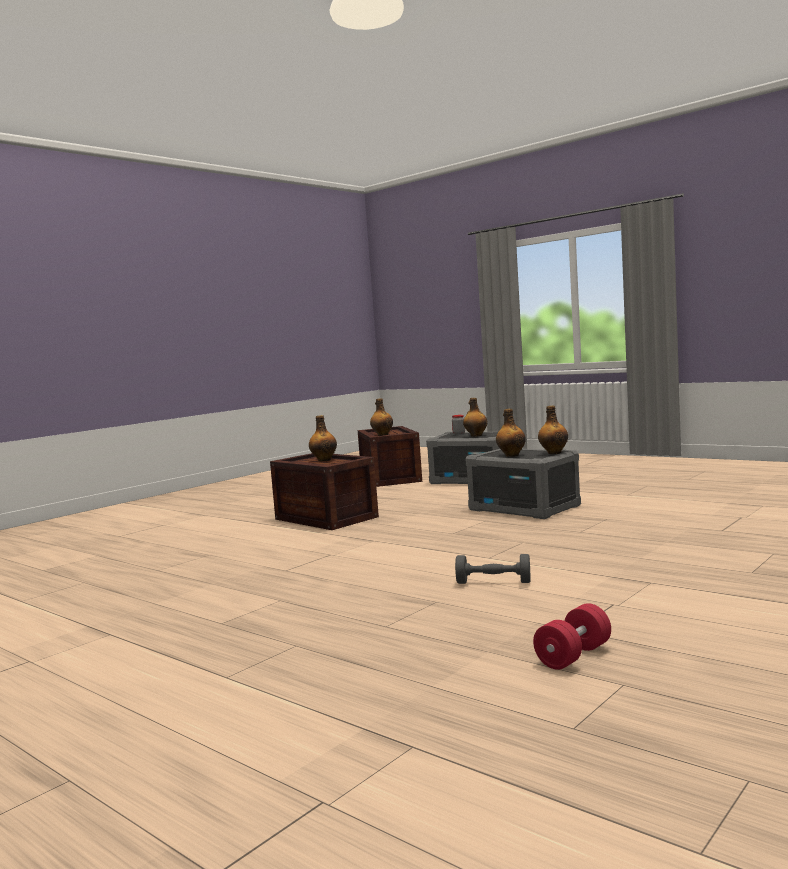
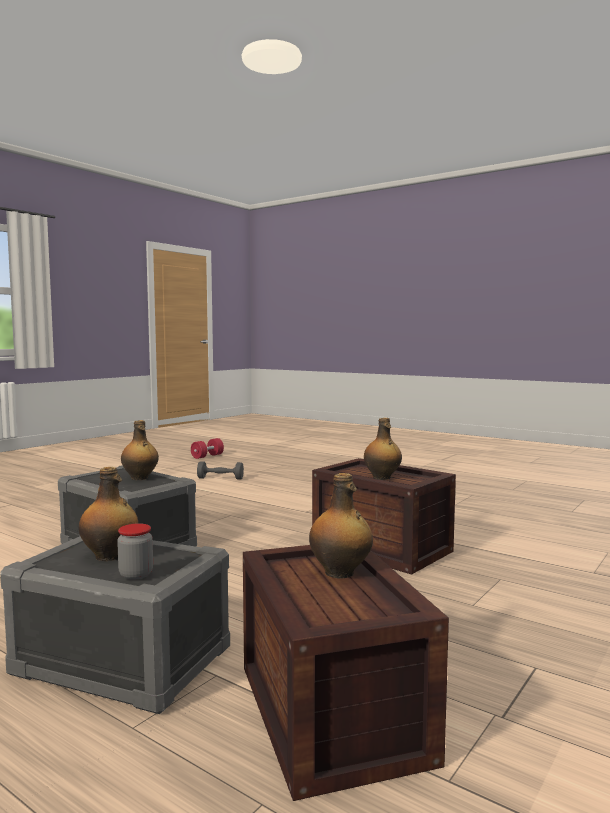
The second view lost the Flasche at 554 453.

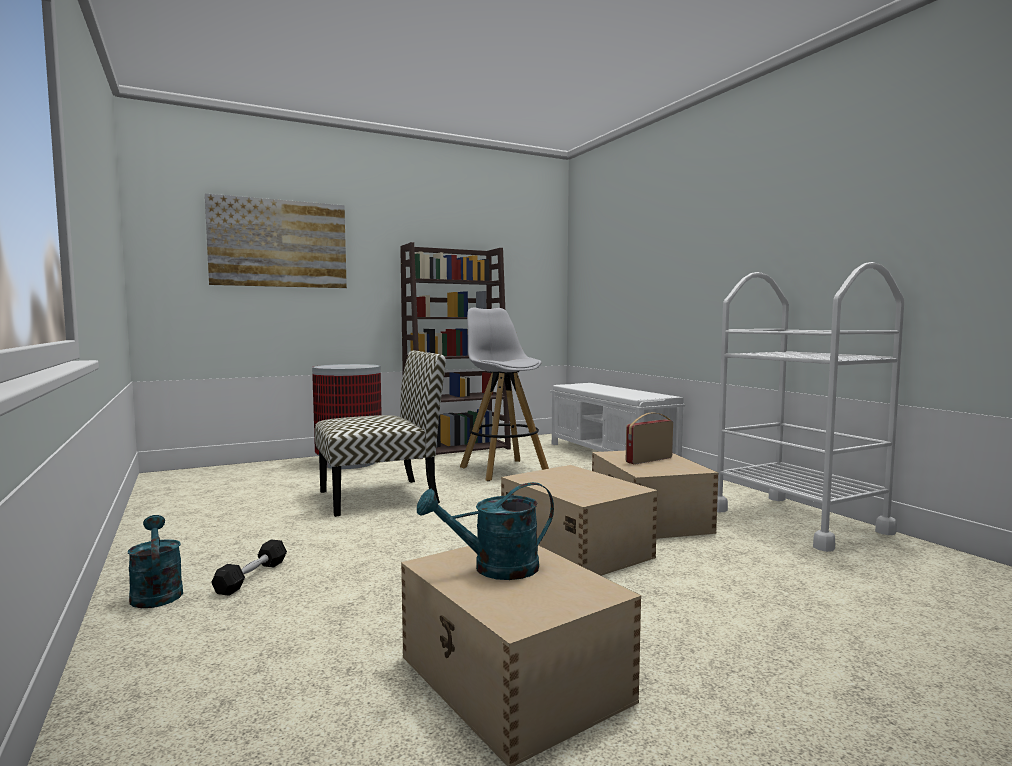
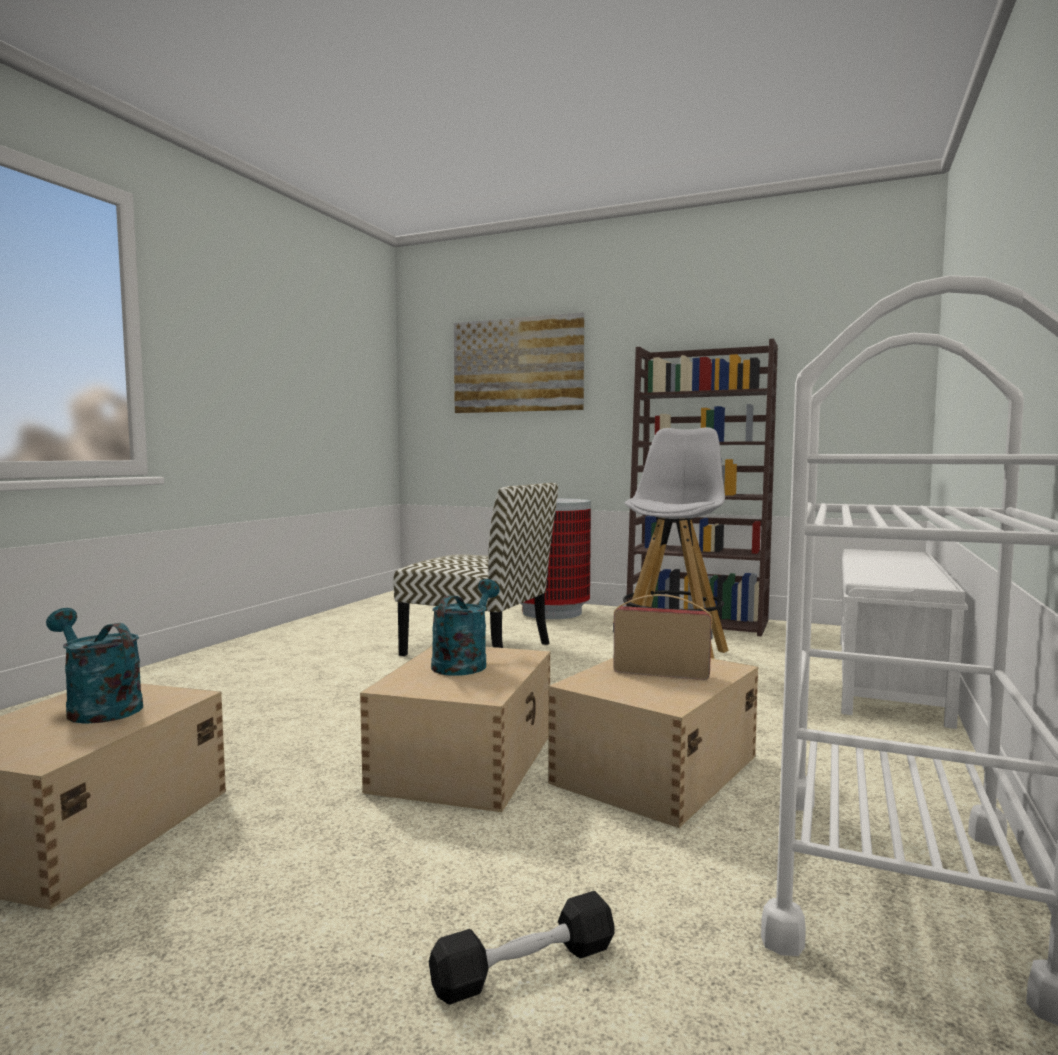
The Gießkanne/türkis ended up elsewhere, having gone from 156 592 to 464 663.
The Hantel/schwarz ended up elsewhere, having gone from 251 577 to 525 967.

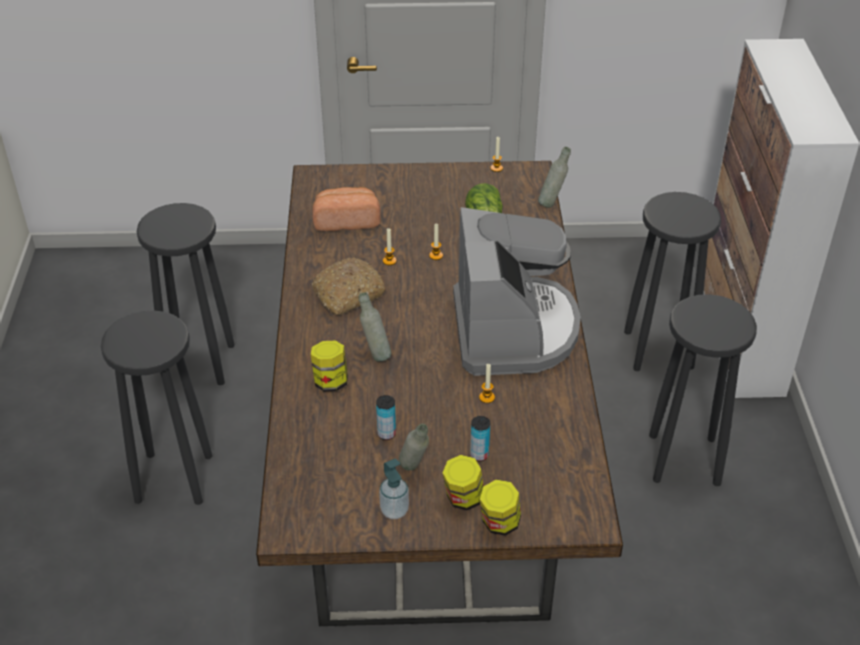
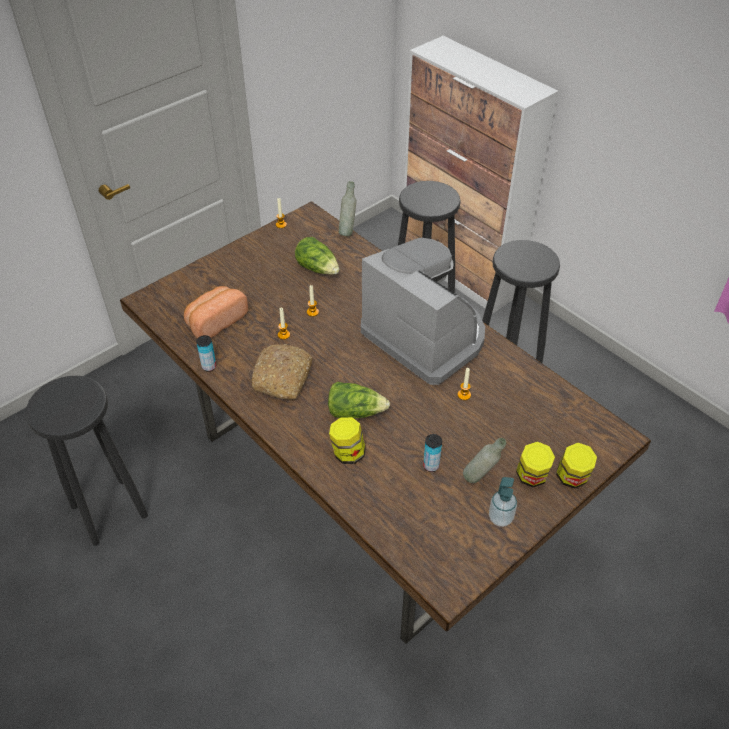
The second view lost the Hocker/schwarz at 174 477.
The Dose ended up elsewhere, having gone from 479 455 to 209 366.
Where the Flasche/grau stood at 375 354, the Salatkopf came to stand at 355 412.

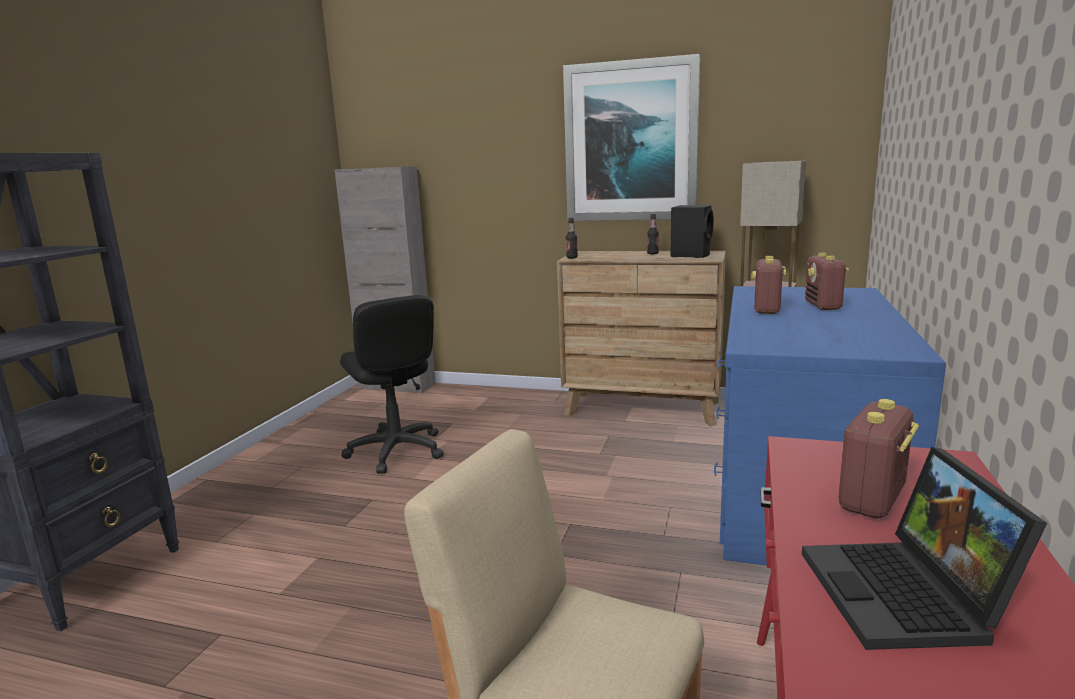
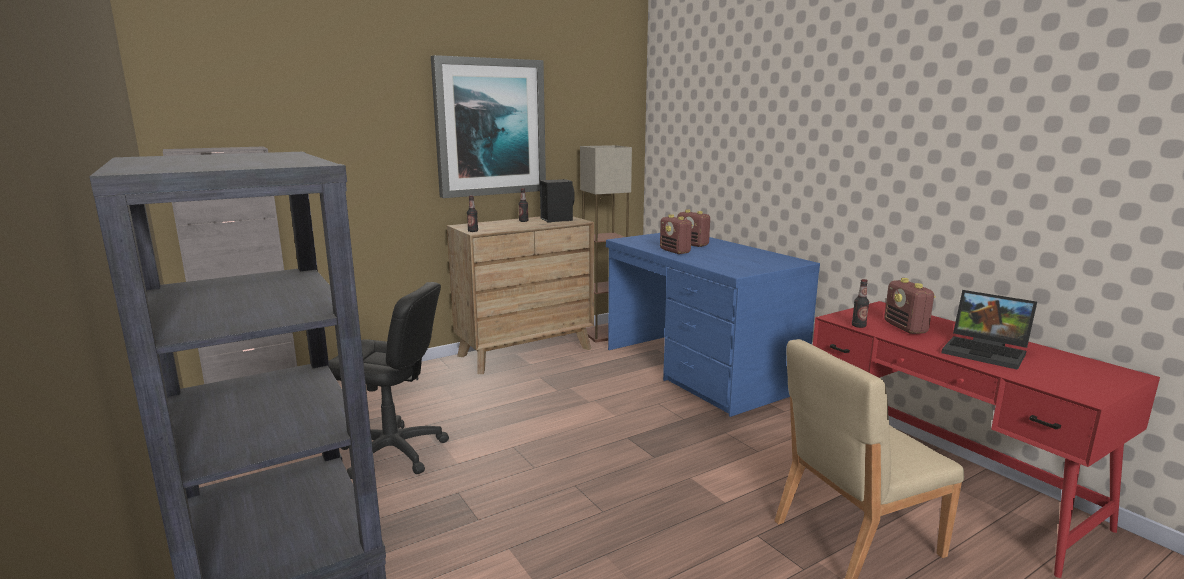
The second view gained the Flasche at 858 326.

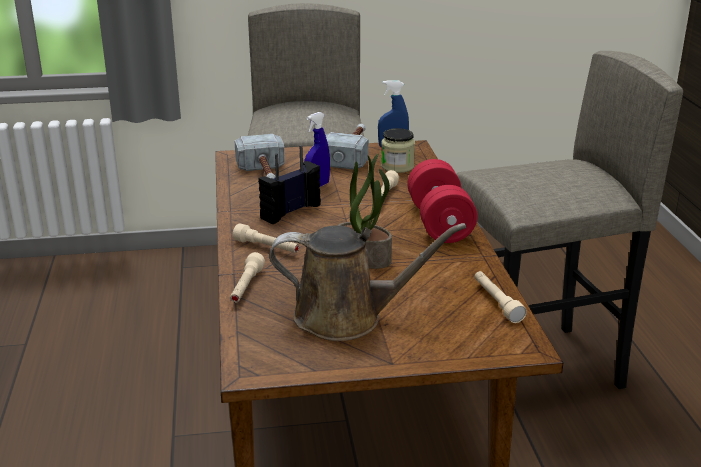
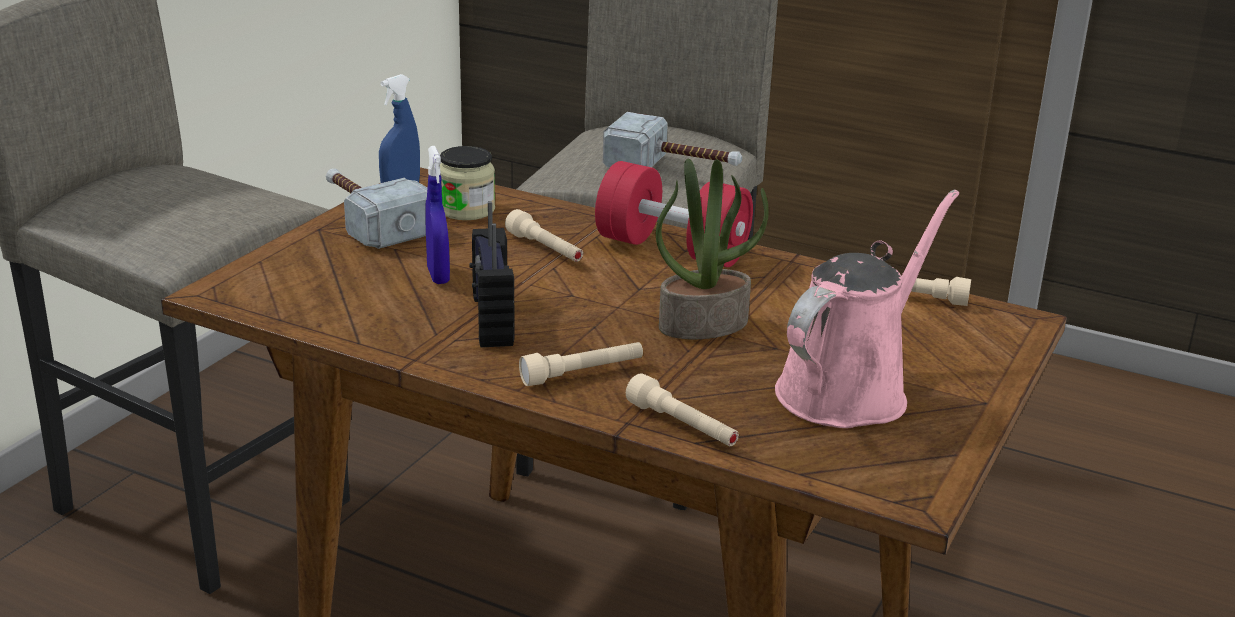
The Hammer ended up elsewhere, having gone from 264 175 to 673 168.
What was the Gießkanne/braun at 347 317 turned into the Gießkanne/rosa at 849 390.

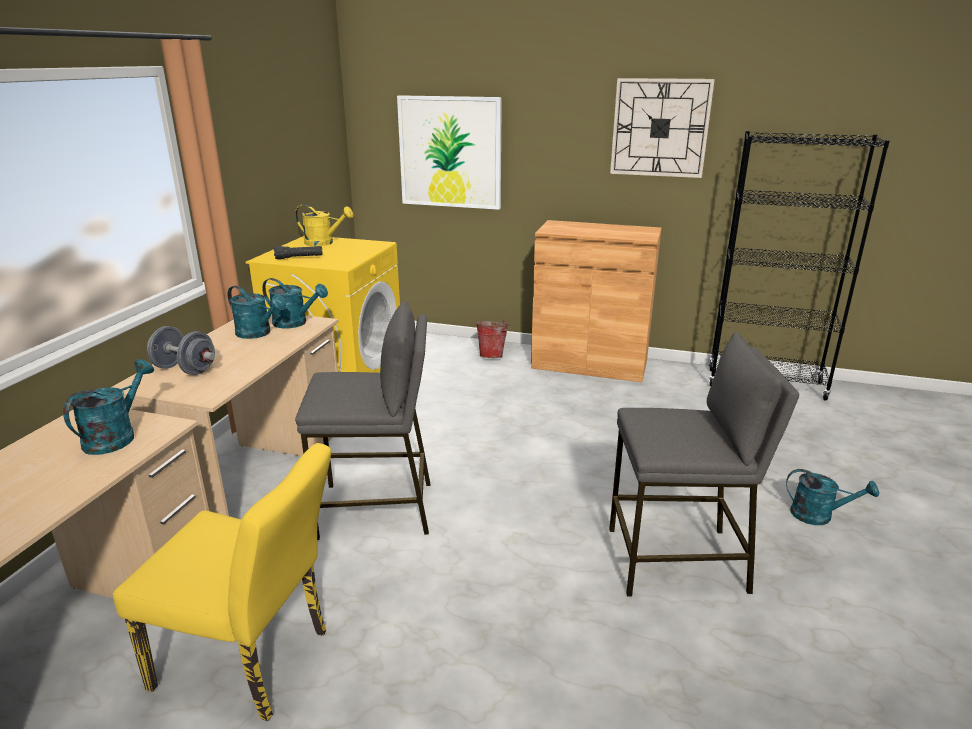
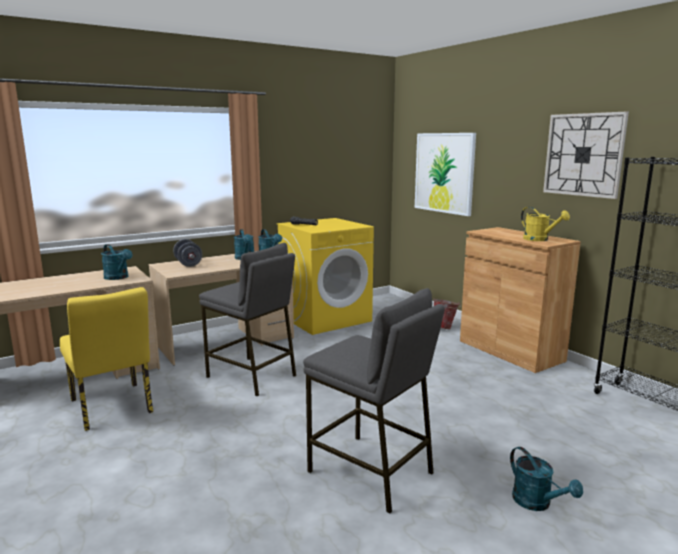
The Gießkanne/gelb ended up elsewhere, having gone from 324 243 to 539 240.
The Gießkanne/türkis at 116 436 ended up facing another way, 75 degrees clockwise from before.

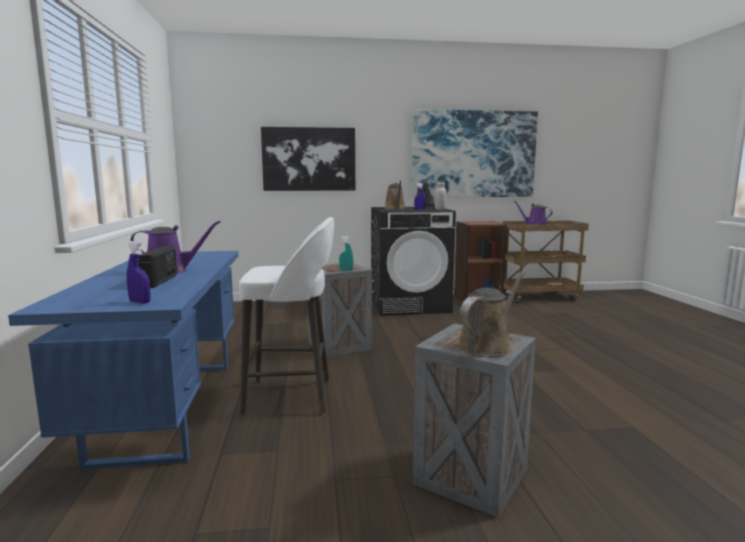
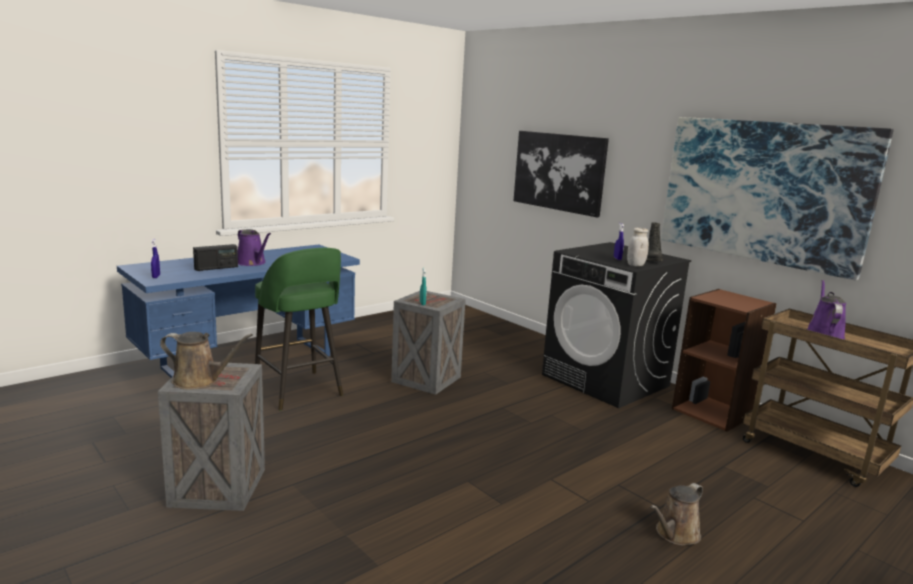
The Gießkanne/braun ended up elsewhere, having gone from 395 209 to 675 534.
What was the Hocker/weiß at 291 397 turned into the Hocker/grün at 299 391.

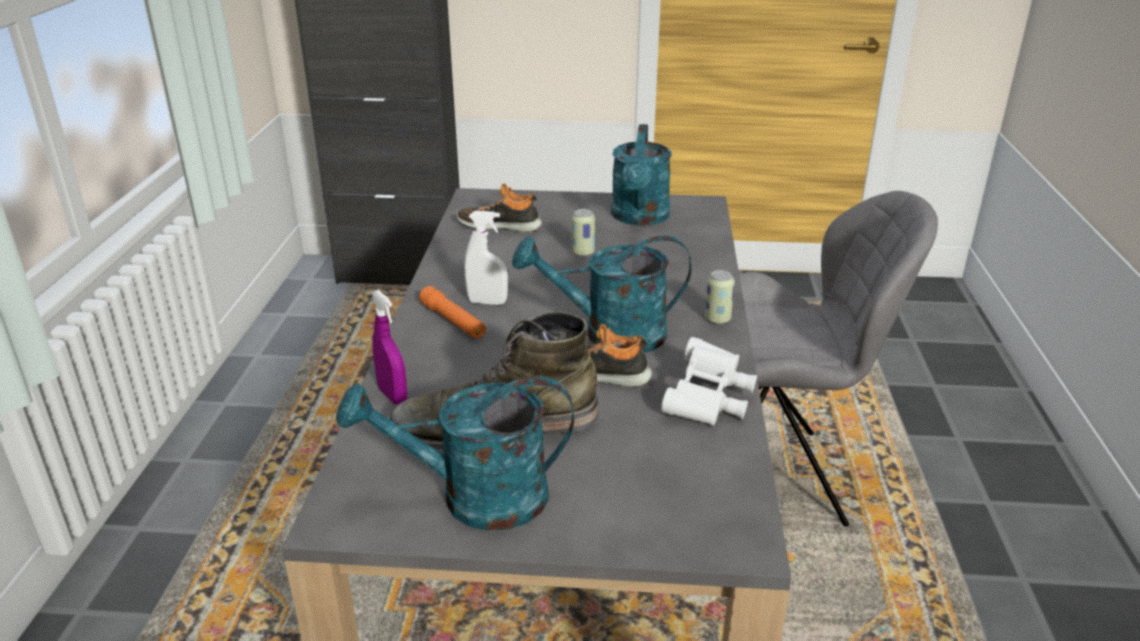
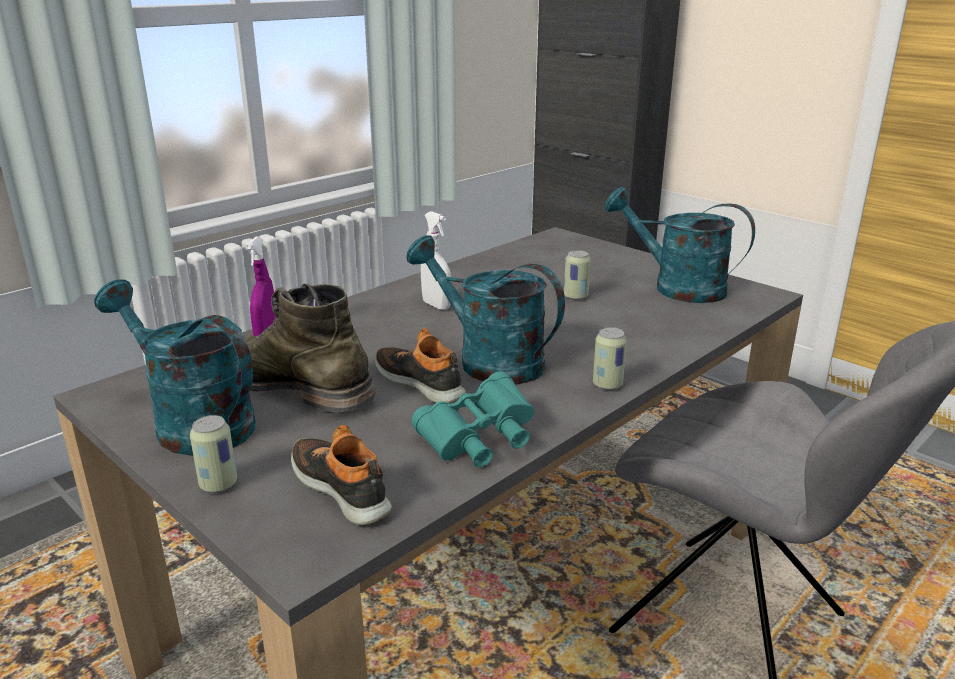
The second view lost the Taschenlampe/orange at 453 321.
The second view gained the Dose at 218 484.
The Schuh ended up elsewhere, having gone from 500 225 to 342 488.
What was the Fernglas/weiß at 708 401 turned into the Fernglas/türkis at 478 441.
The Gießkanne/türkis at 640 218 ended up facing another way, 75 degrees clockwise from before.

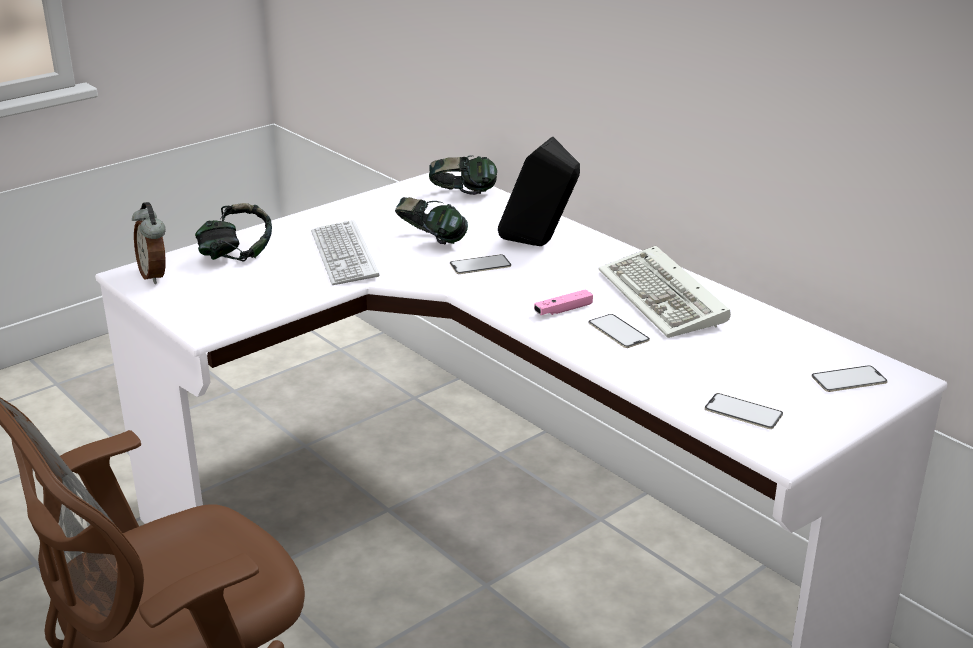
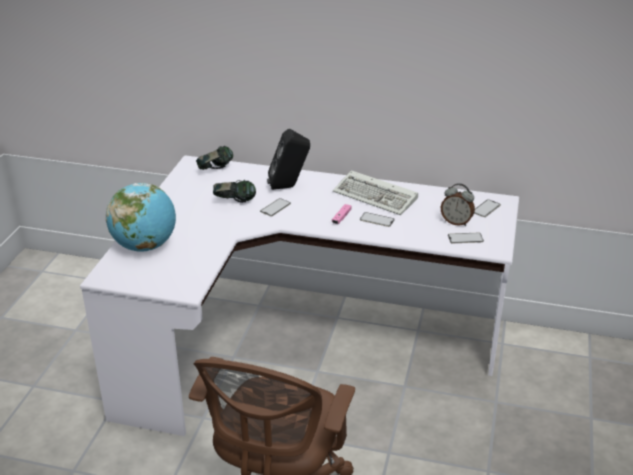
The second view lost the Tastatur at 344 254.
The Wecker ended up elsewhere, having gone from 155 276 to 456 222.
Where the Kopfhörer stood at 236 256, the Globus came to stand at 145 246.

